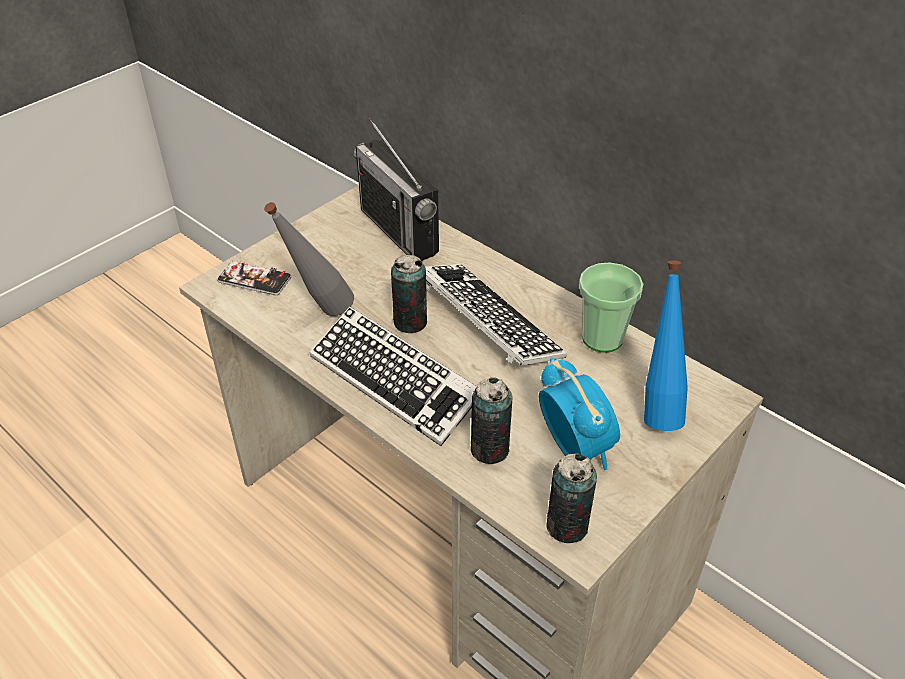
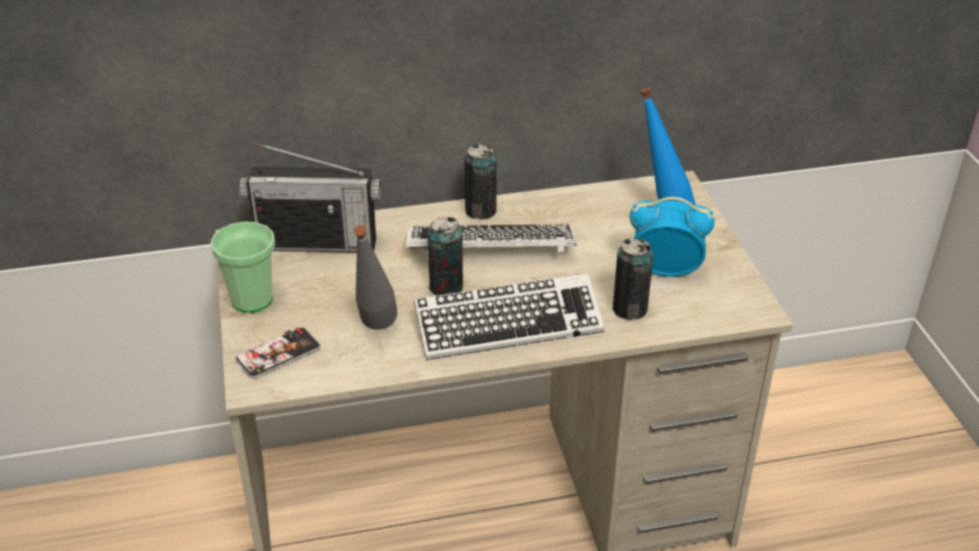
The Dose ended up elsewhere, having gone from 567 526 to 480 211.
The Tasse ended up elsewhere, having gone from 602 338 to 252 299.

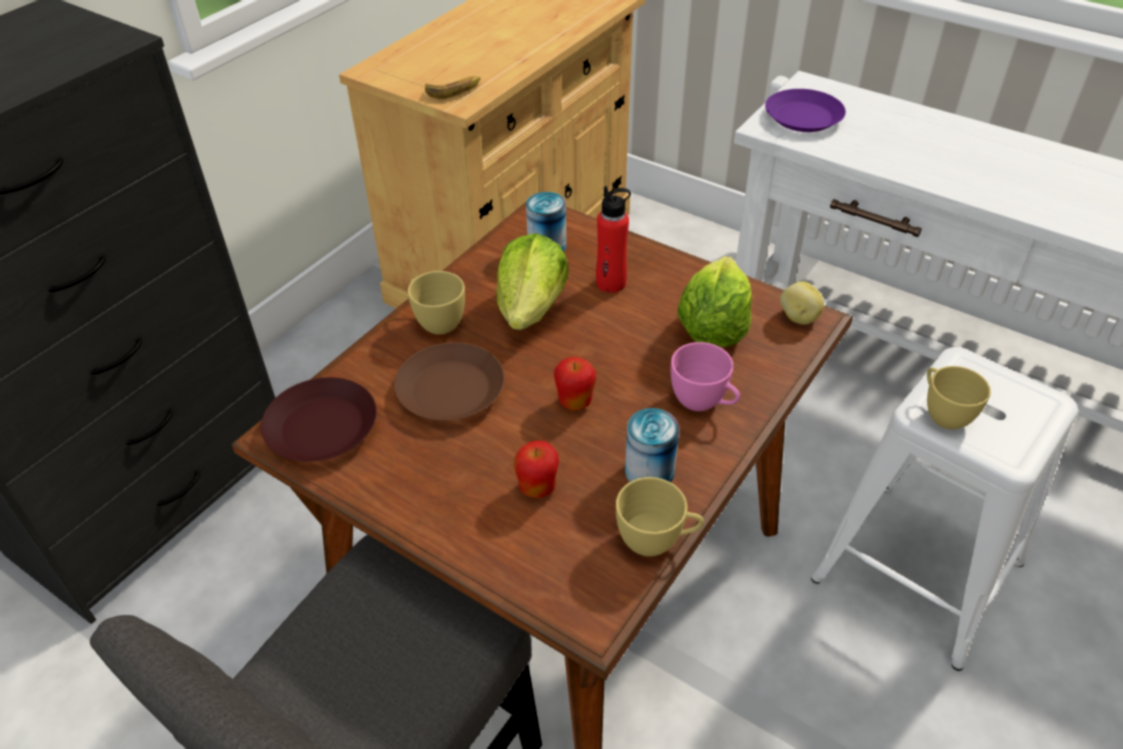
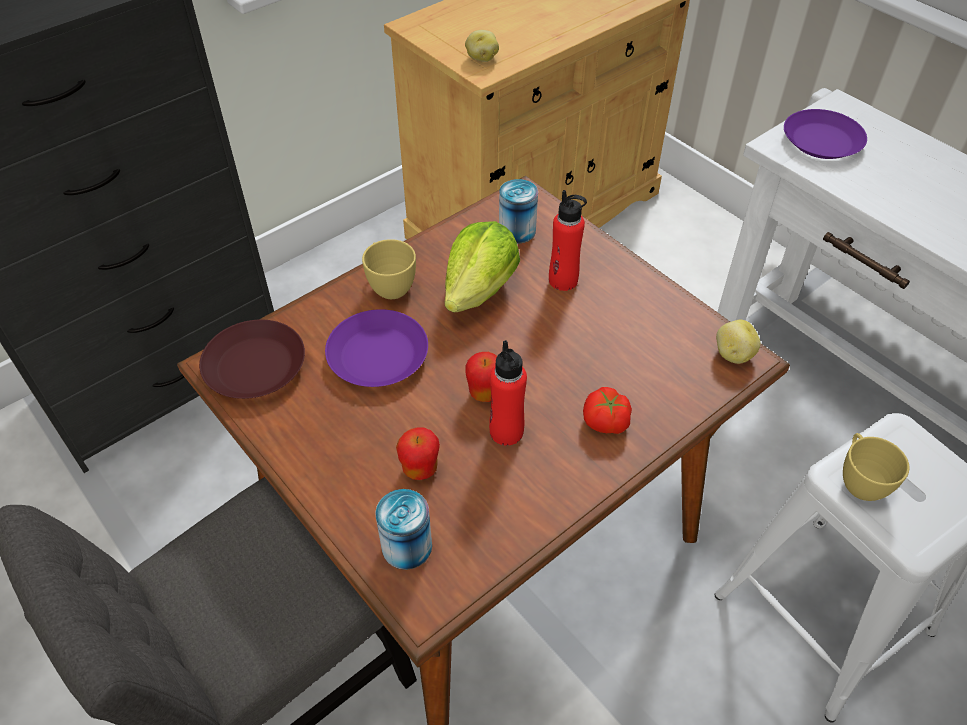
The second view lost the Tasse/gelb at 657 541.
The second view lost the Salatkopf at 712 329.
The second view gained the Flasche/rot at 506 432.
The Dose ended up elsewhere, having gone from 649 471 to 407 546.
Where the Banane stood at 454 90, the Kartoffel came to stand at 481 58.
Where the Tasse/rosa stood at 703 403, the Tomate came to stand at 605 421.
What was the Teller/braun at 451 391 turned into the Teller/lila at 378 356.

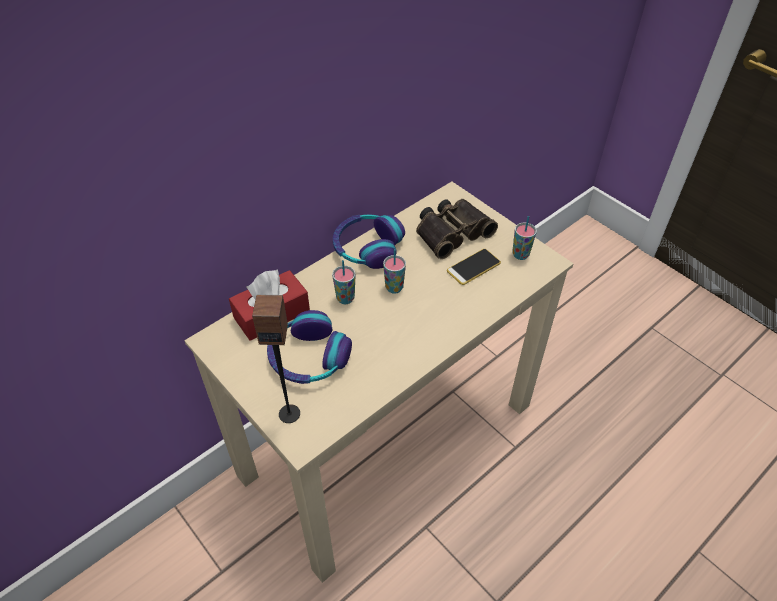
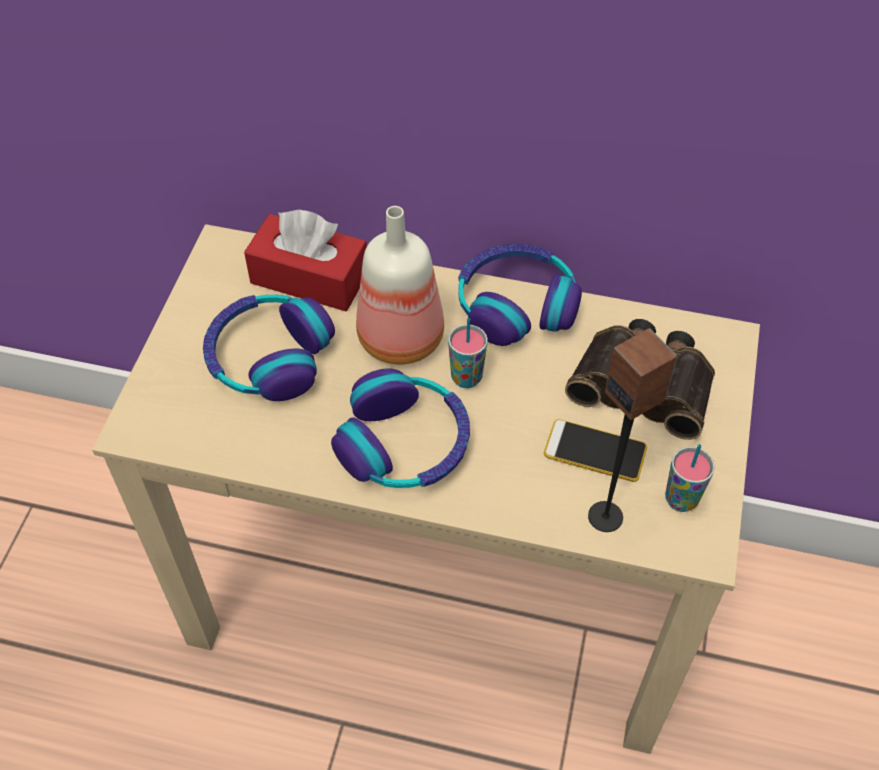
The second view gained the Kopfhörer at 404 444.
The Lautsprecher ended up elsewhere, having gone from 289 413 to 606 516.
Where the Tasse stood at 345 298, the Flasche came to stand at 400 336.

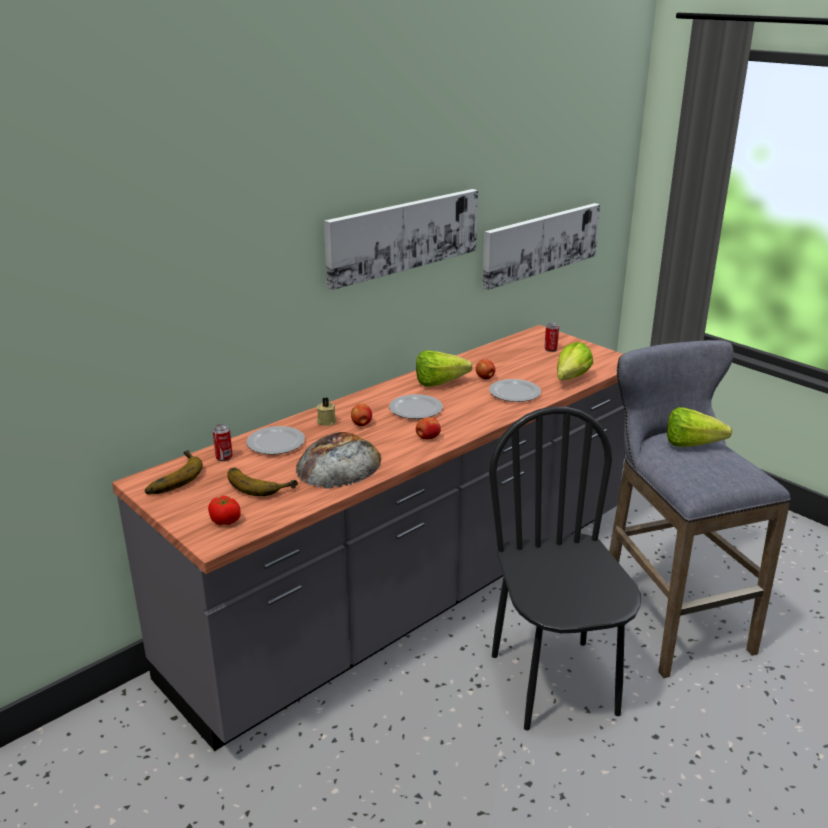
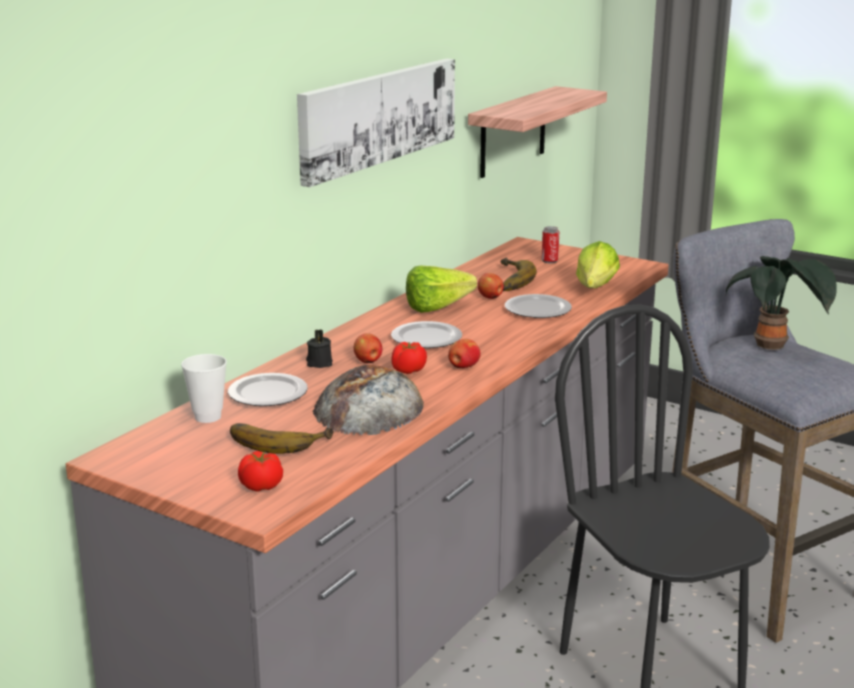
The second view gained the Tomate at 408 370.
The Banane ended up elsewhere, having gone from 171 477 to 507 280.
Where the Dose stood at 224 457, the Tasse came to stand at 208 417.
Where the Bild hung at 540 243, the Wandregal came to hang at 513 132.
Where the Salatkopf stood at 696 445, the Topfpflanze came to stand at 773 347.
What was the Kerze/beige at 326 421 turned into the Kerze/schwarz at 319 363.

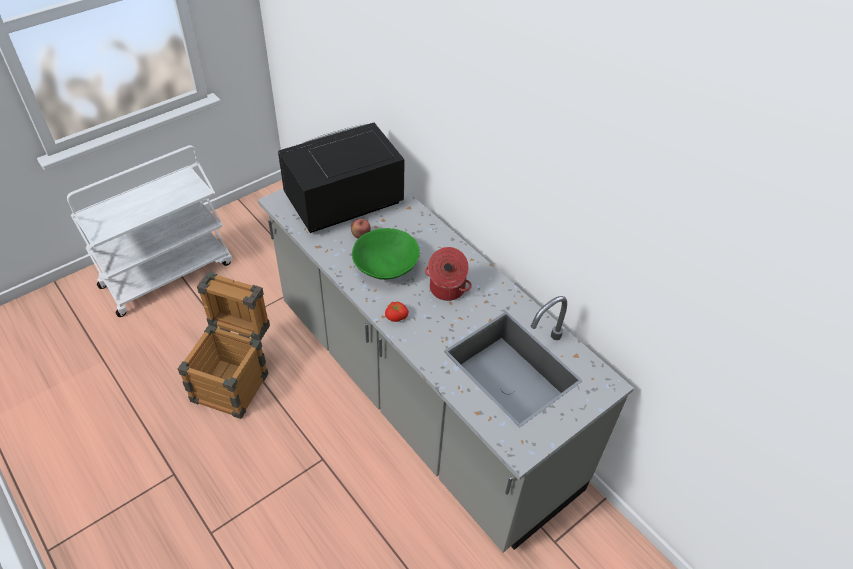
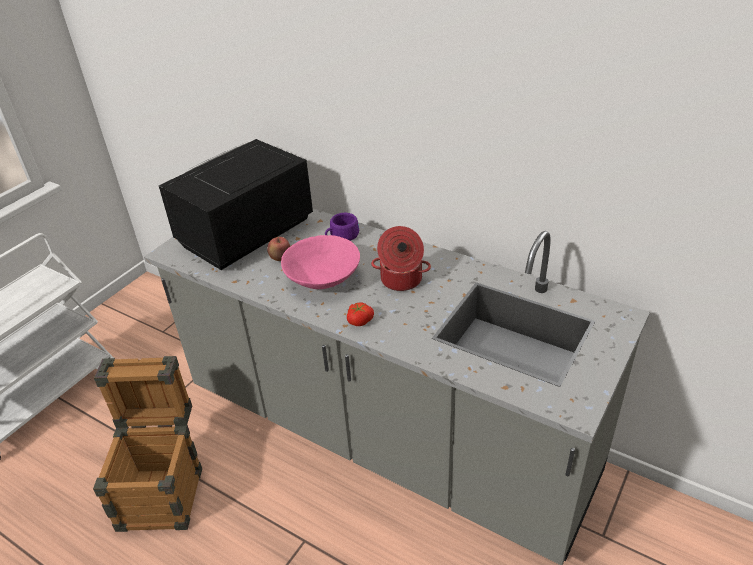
The second view gained the Tasse/lila at 341 236.
What was the Schüssel/grün at 386 267 turned into the Schüssel/rosa at 323 278.

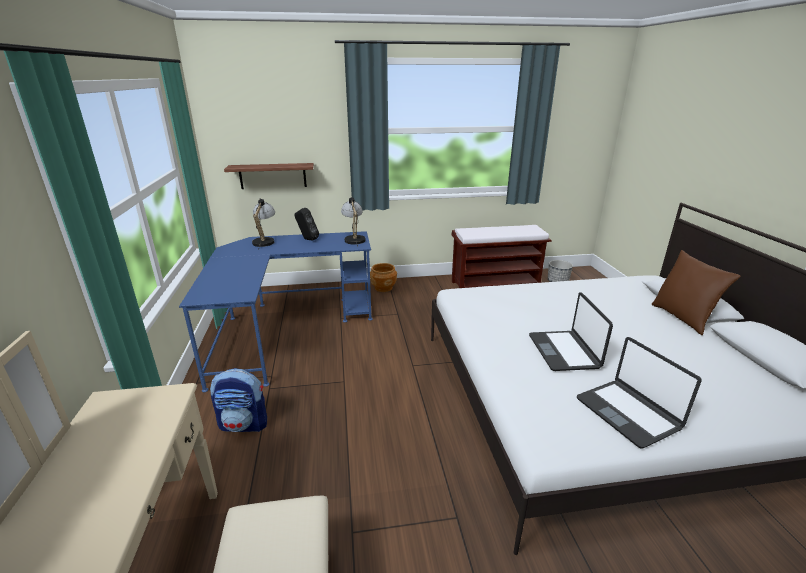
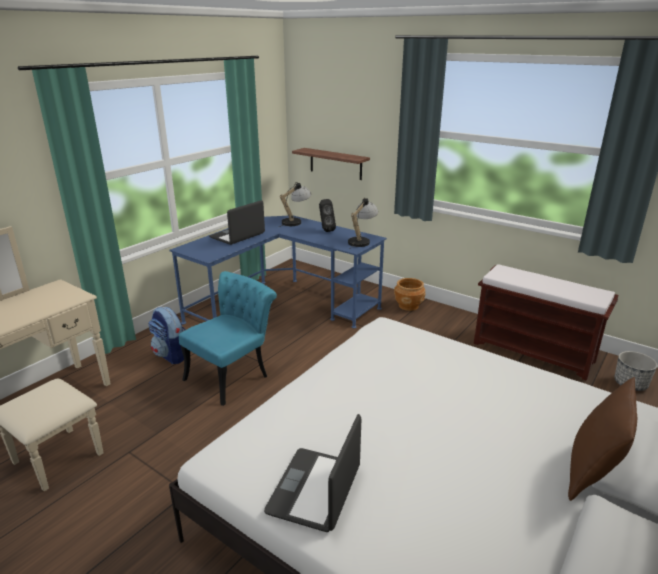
The second view gained the Stuhl/türkis at 233 374.
The Laptop ended up elsewhere, having gone from 564 351 to 238 236.

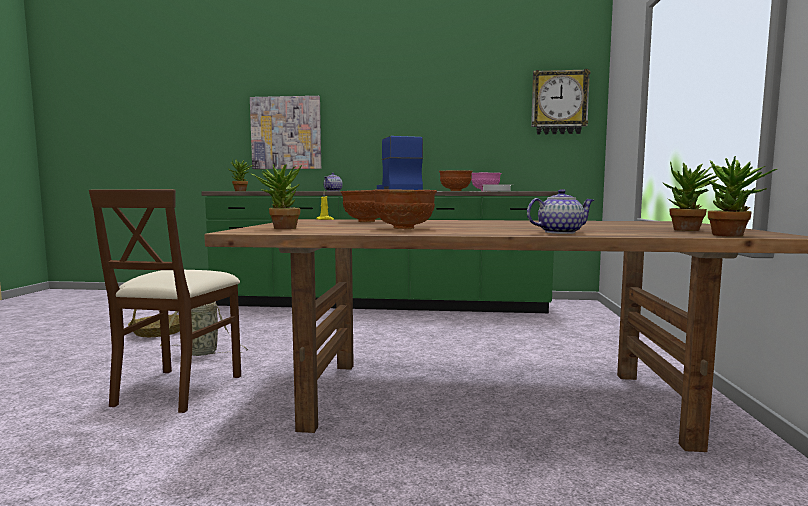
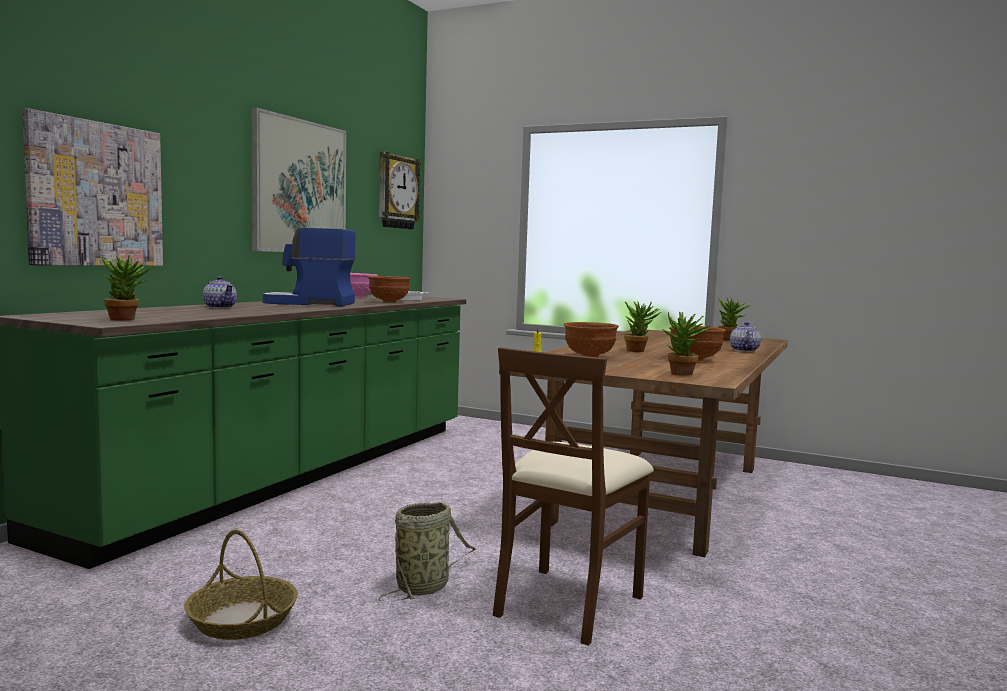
The second view gained the Bild at 299 187.
The Topfpflanze ended up elsewhere, having gone from 733 236 to 639 351.
The Stuhl/braun at 178 389 ended up facing another way, 90 degrees clockwise from before.

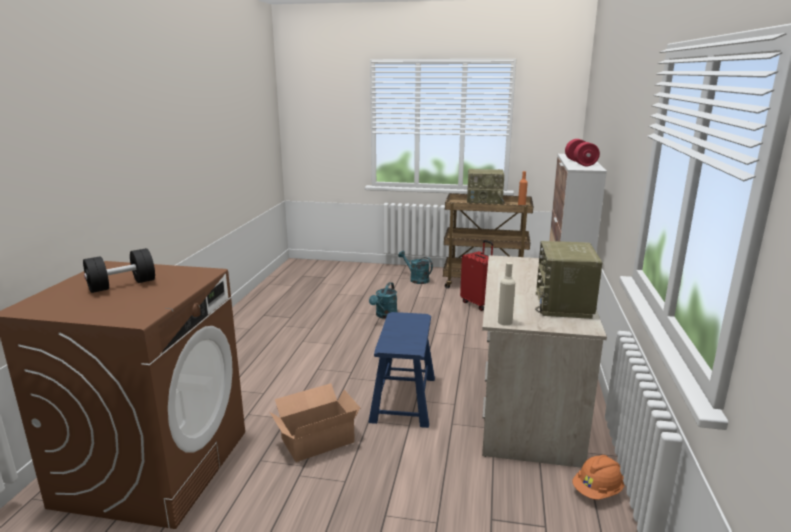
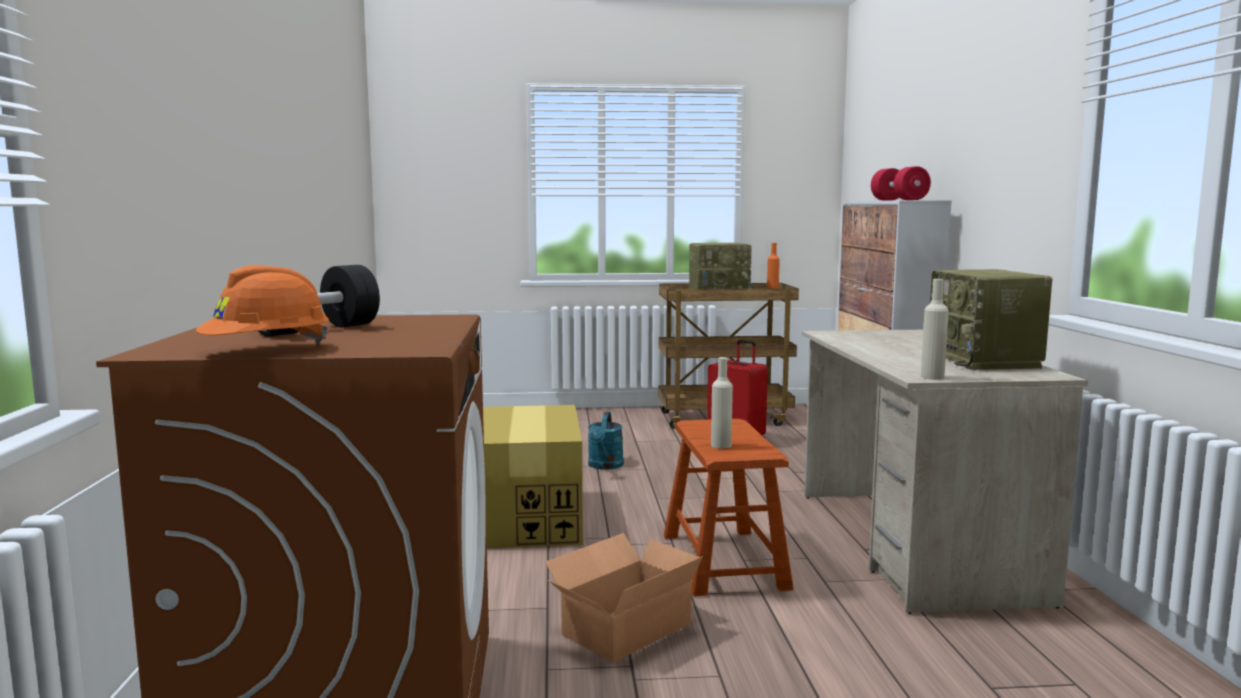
The second view lost the Gießkanne/türkis at 416 279.
The second view gained the Karton at 529 518.
The second view gained the Flasche/beige at 721 445.
The Schutzhelm/orange ended up elsewhere, having gone from 597 490 to 267 350.
What was the Hocker/blau at 403 399 turned into the Hocker/braun at 723 561.

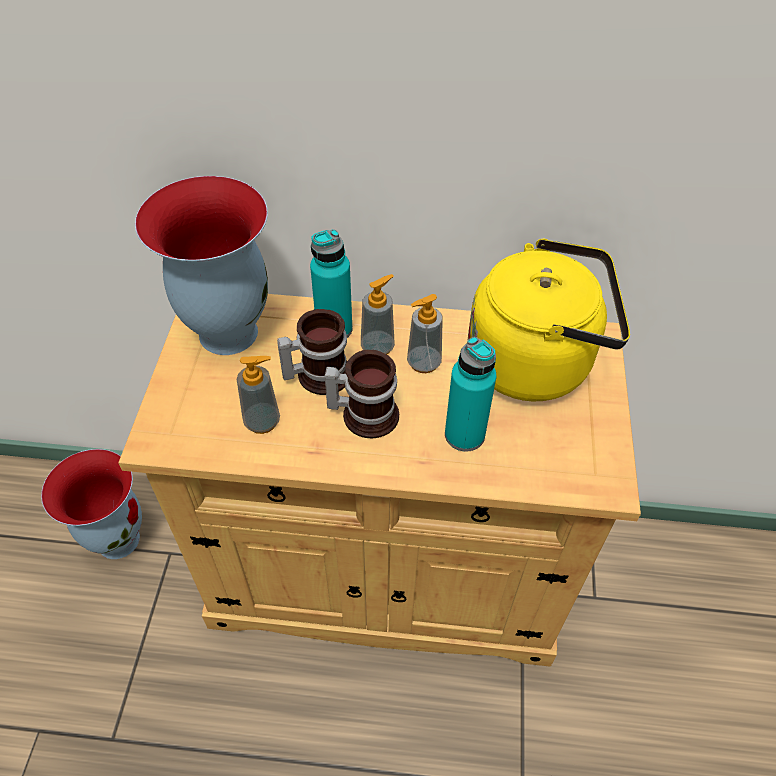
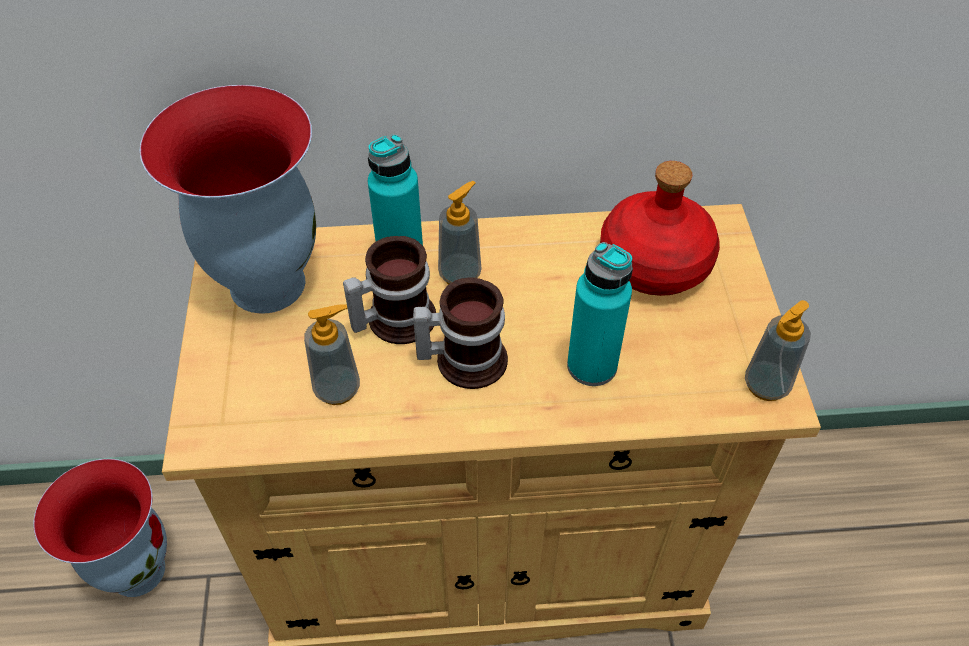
The Seifenspender ended up elsewhere, having gone from 423 362 to 766 385.
Where the Wasserkessel/gelb stood at 536 361, the Flasche/rot came to stand at 655 264.

